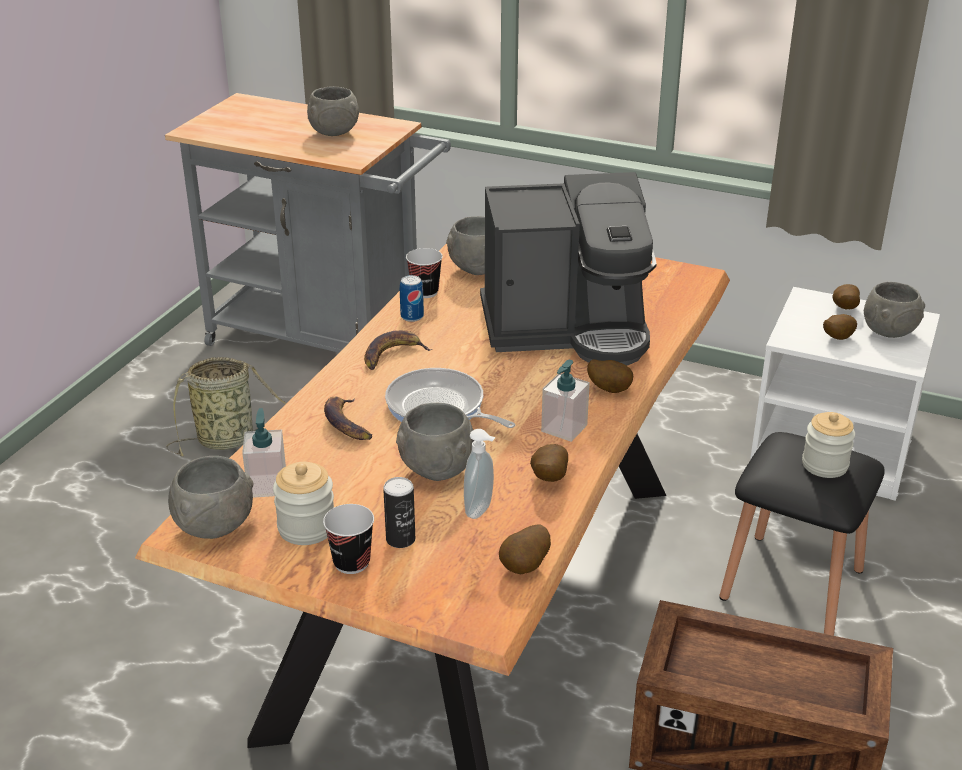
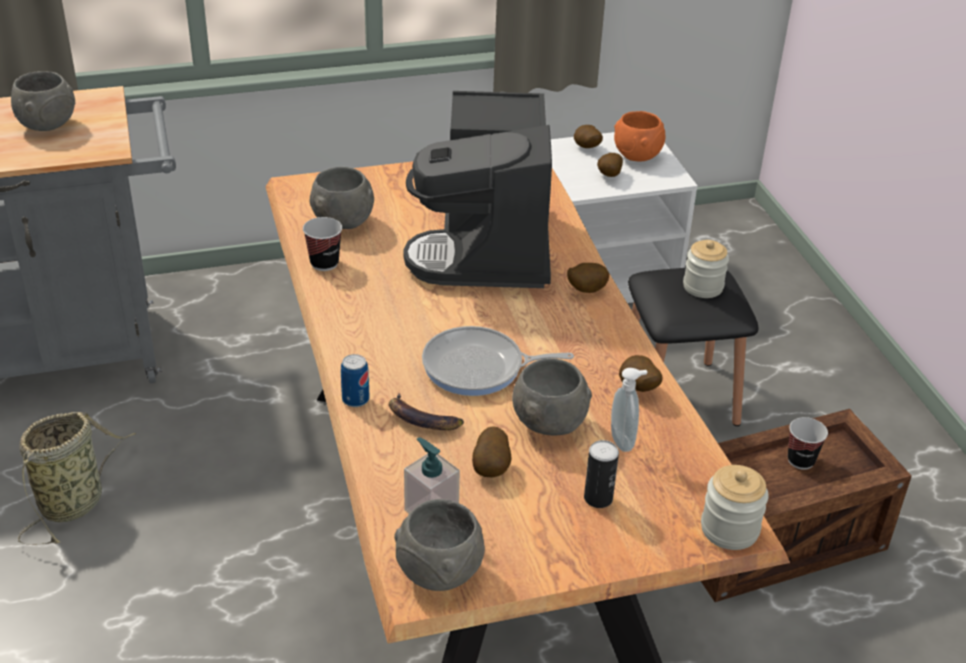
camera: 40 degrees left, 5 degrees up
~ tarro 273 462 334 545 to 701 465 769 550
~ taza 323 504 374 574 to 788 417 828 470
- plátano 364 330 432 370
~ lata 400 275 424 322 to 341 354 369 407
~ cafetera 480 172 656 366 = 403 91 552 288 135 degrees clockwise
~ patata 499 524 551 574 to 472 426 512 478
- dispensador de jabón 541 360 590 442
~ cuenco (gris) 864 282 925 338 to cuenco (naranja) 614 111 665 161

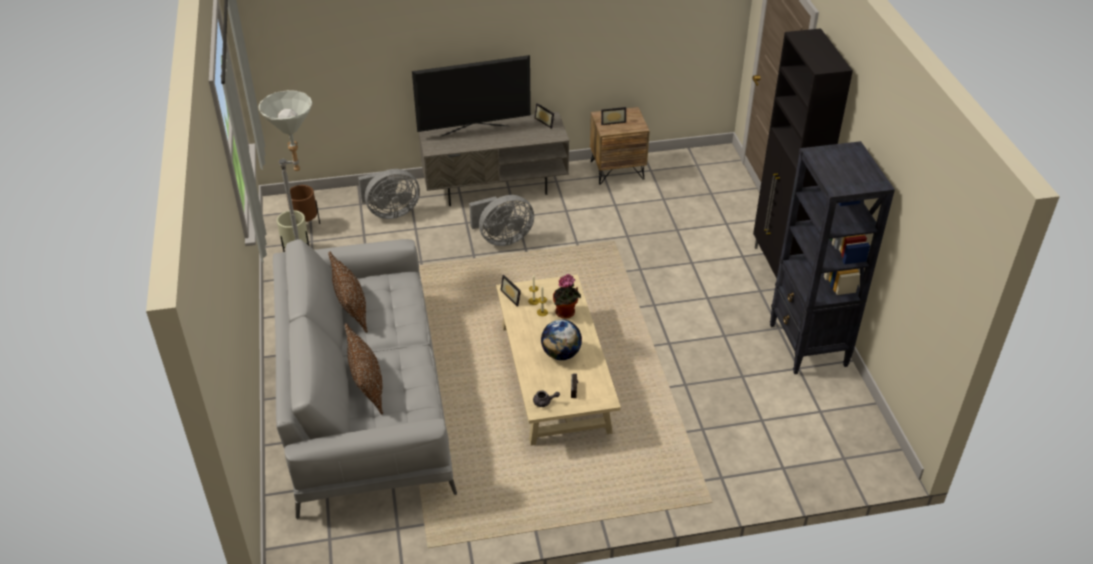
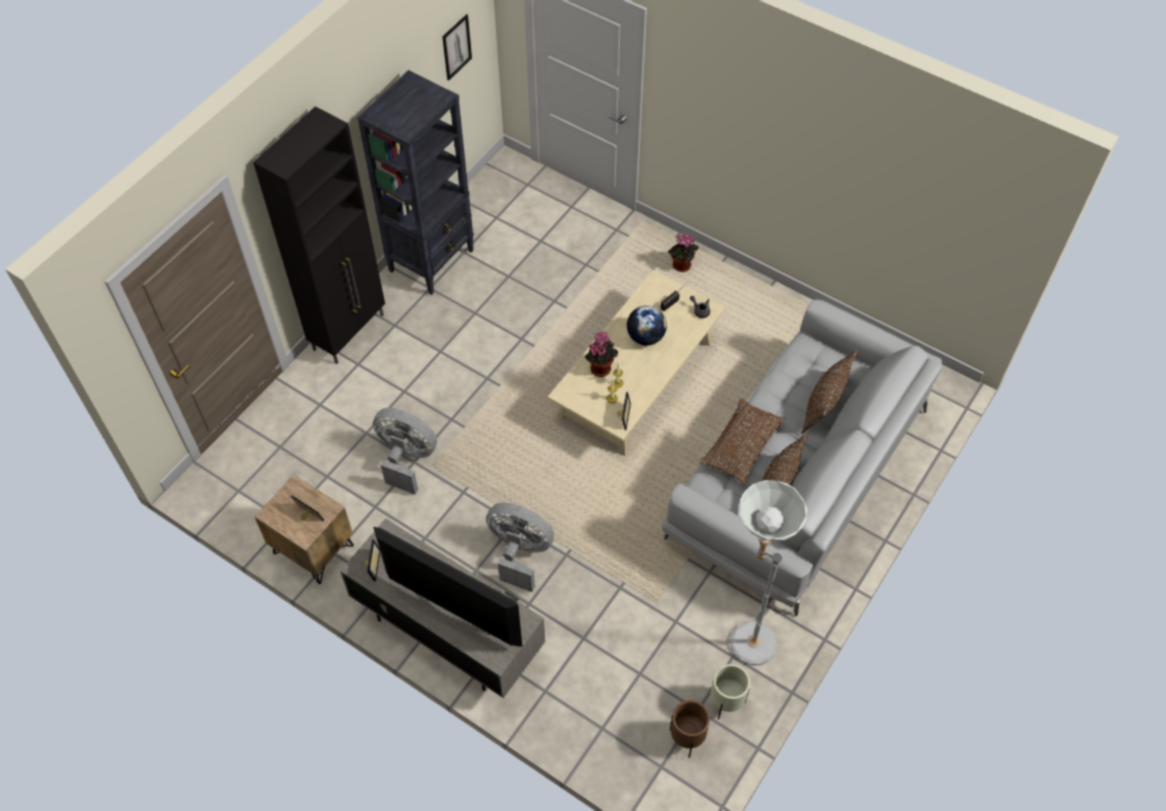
camera: 135 degrees left, 15 degrees up
~ ventilador (gris) 358 169 420 219 to 373 408 437 494
+ cuadro 442 14 472 81
+ planta en maceta 668 234 699 272
+ cojín (marrón) 700 398 784 484

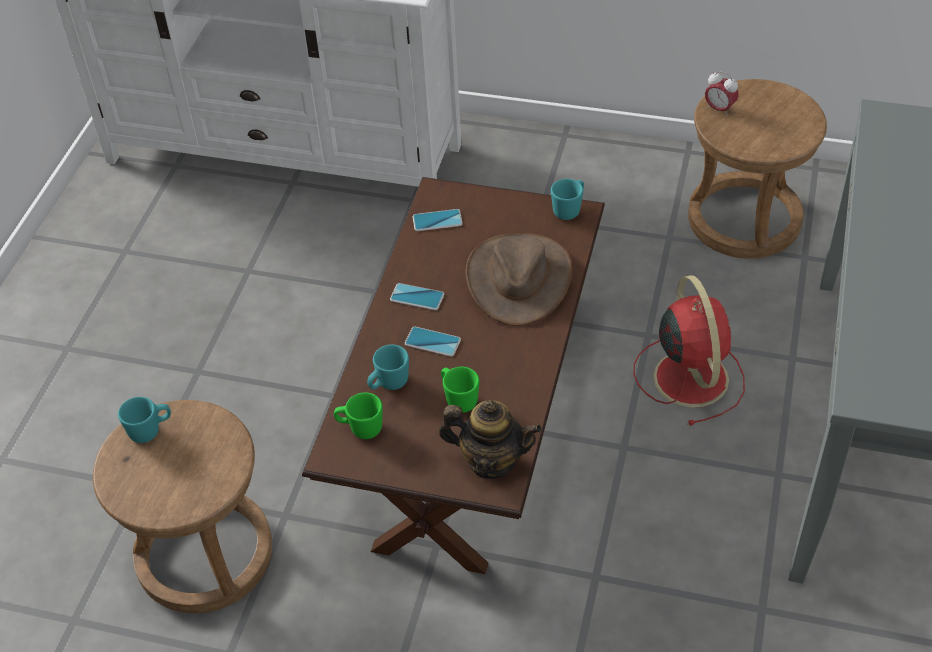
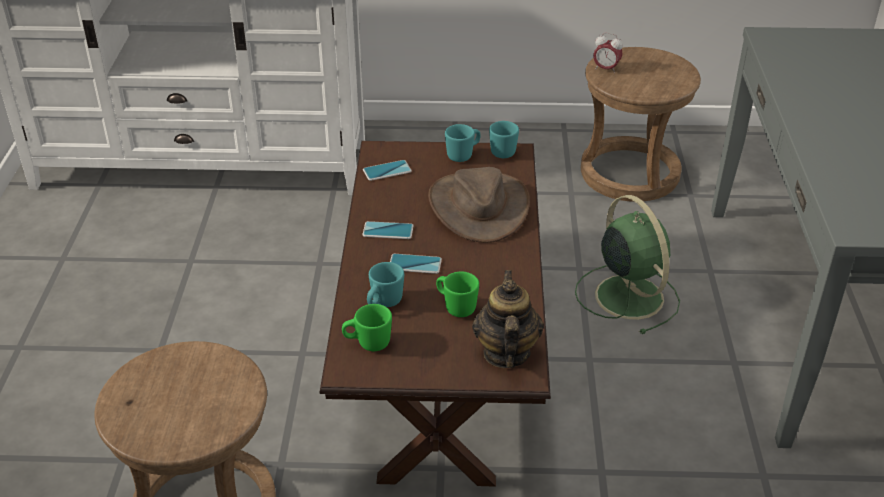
camera: 15 degrees left, 10 degrees down
~ taza grande (turquesa) 118 397 171 443 to 445 124 481 162
~ tetera 439 400 542 479 = 472 270 544 368 90 degrees counterclockwise
~ ventilador (rojo) 633 275 745 426 to ventilador (verde) 575 195 680 334

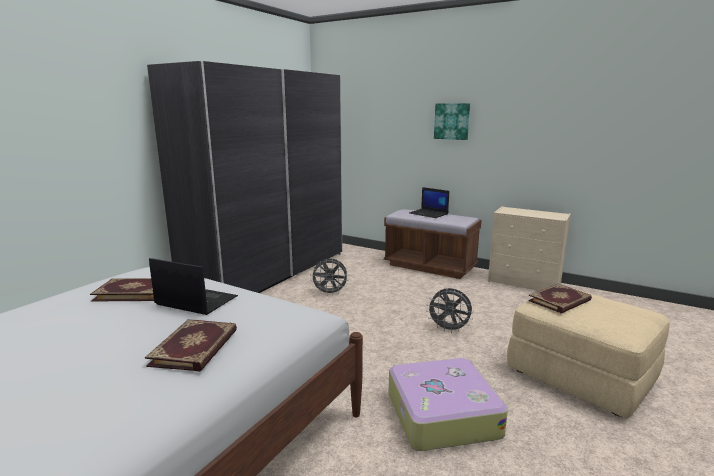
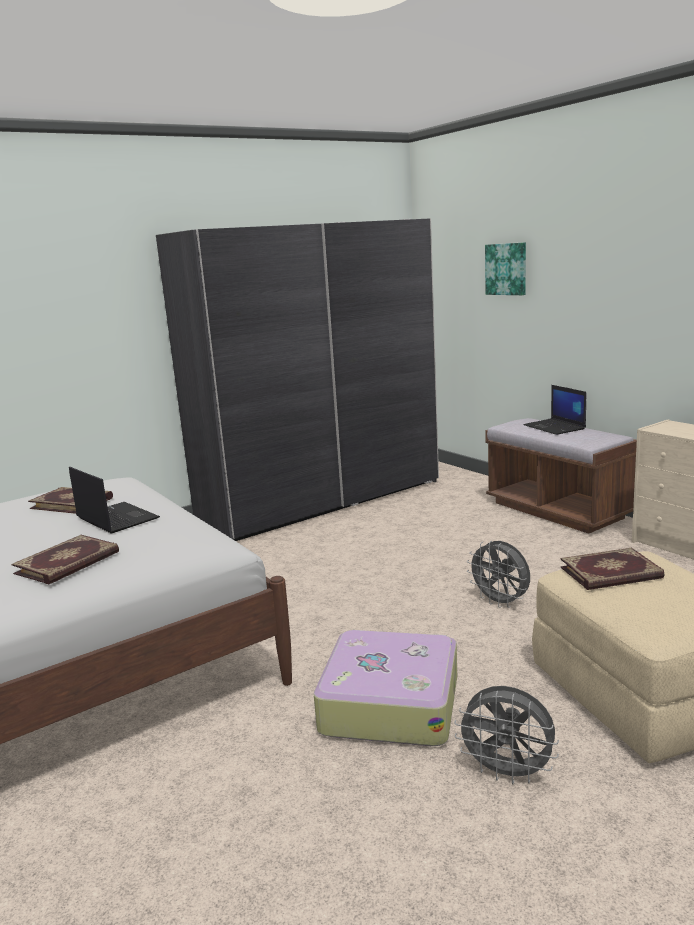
camera: 25 degrees right, 0 degrees up
~ ventilador (gris) 310 259 349 293 to 454 686 559 784
~ cuadro 434 103 470 140 to 485 242 526 295

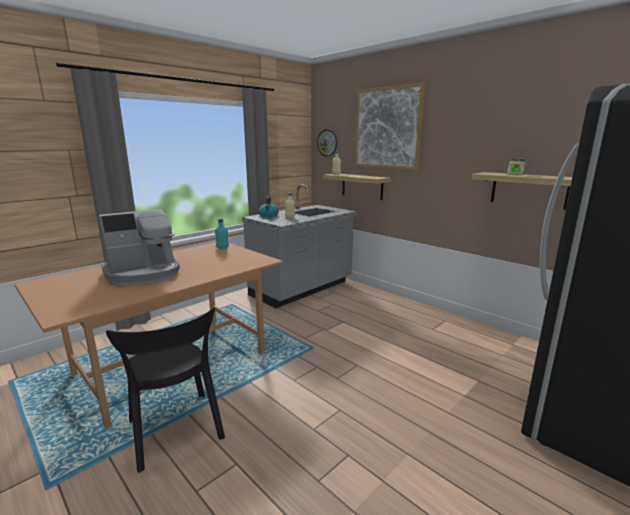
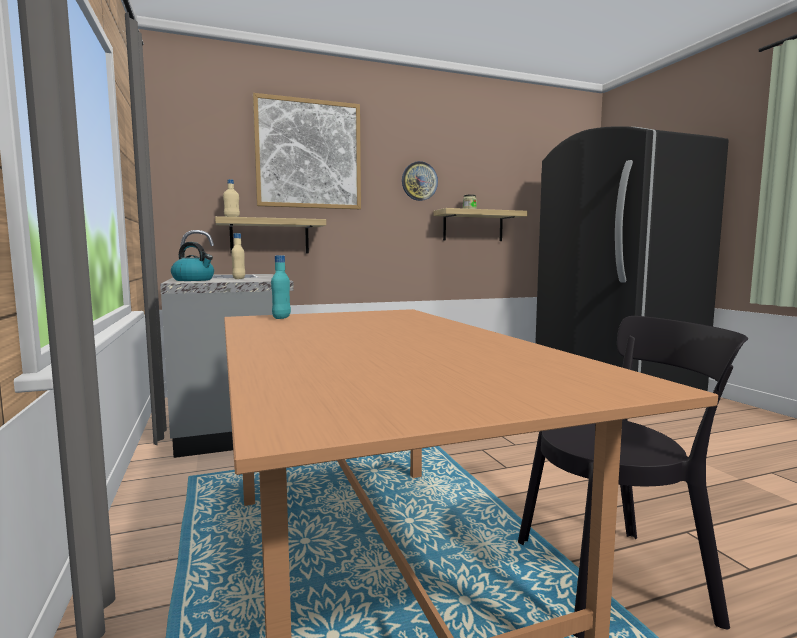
camera: 65 degrees left, 10 degrees down
- cafetera 99 209 180 285
~ reloj de pared 317 129 337 157 to 402 161 438 201

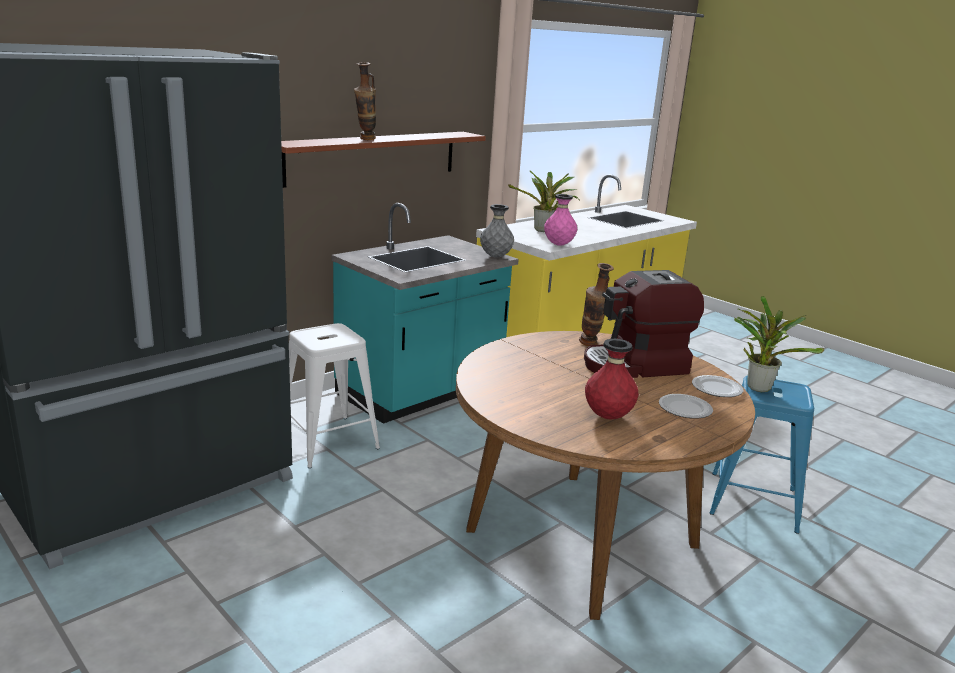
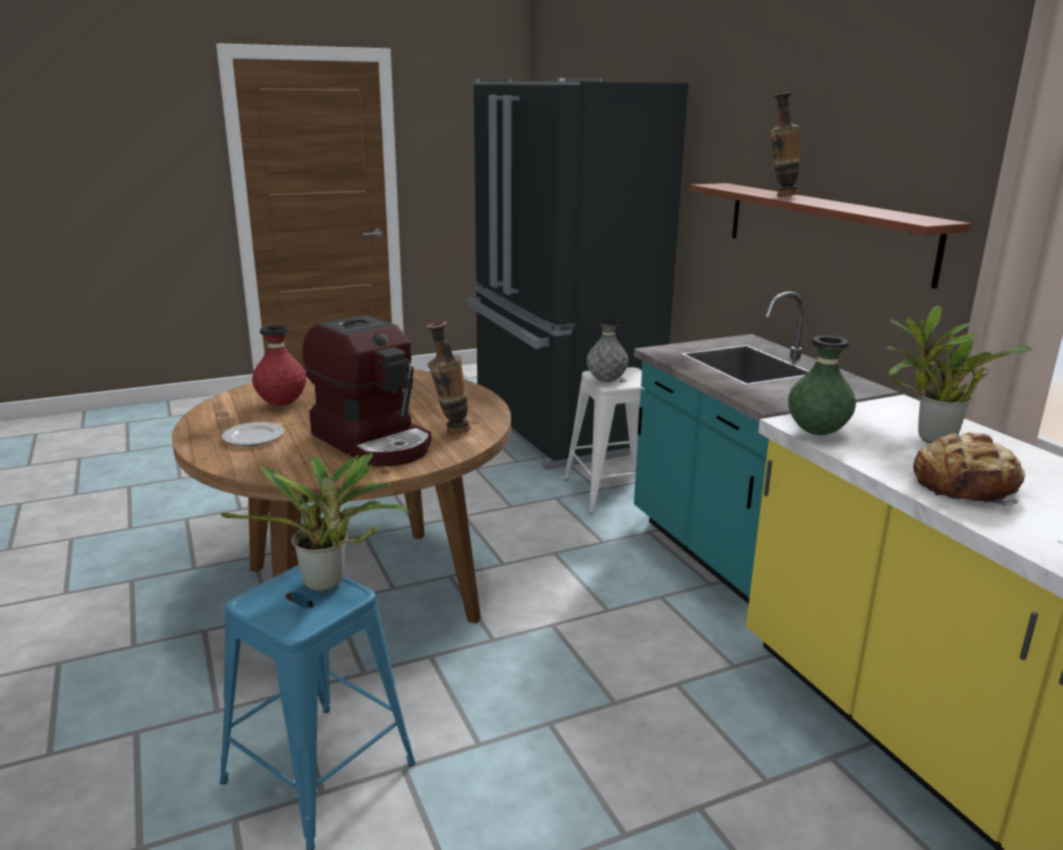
camera: 110 degrees right, 0 degrees up
~ florero (gris) 480 204 514 258 to 586 317 629 382
~ florero (rosa) 544 194 577 246 to florero (verde) 788 336 856 435
~ cafetera 584 270 704 378 = 302 315 431 466 135 degrees clockwise
- plato 692 375 743 397
+ pan 913 432 1025 507

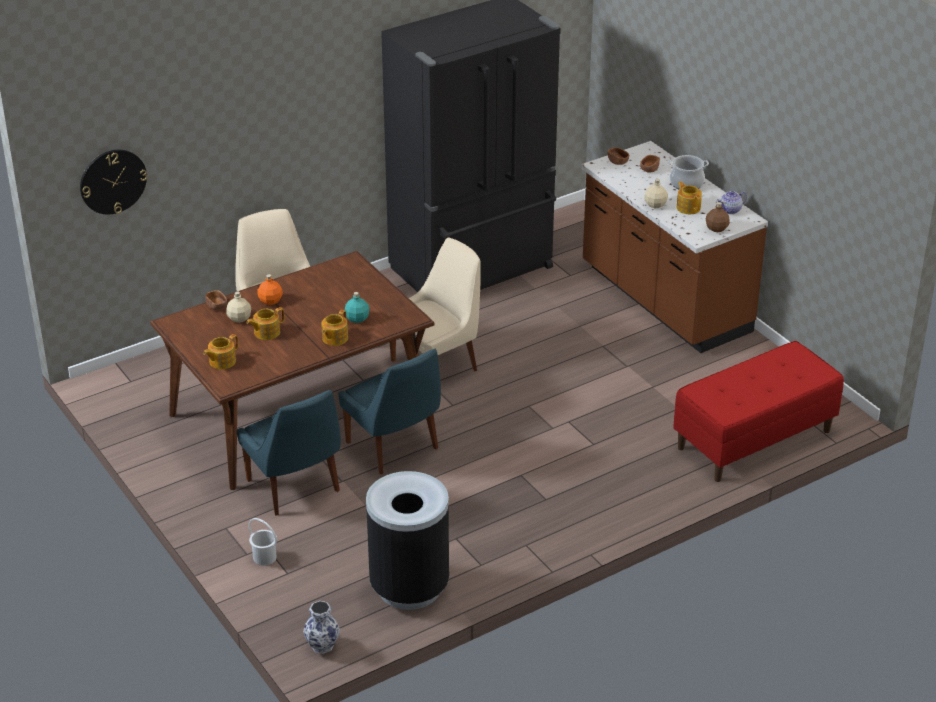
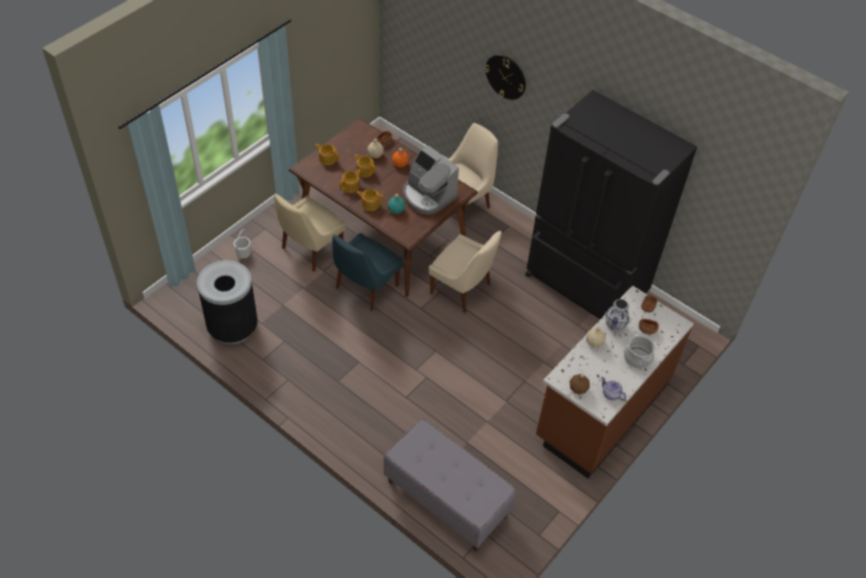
camera: 70 degrees right, 15 degrees up
~ reloj de pared 80 150 147 214 to 485 55 526 100
~ silla (azul) 236 390 341 516 to silla (beis) 274 194 346 272
~ florero 303 601 340 654 to 605 299 630 332
~ banco (rojo) 673 341 844 482 to banco (gris) 383 419 517 551
~ tetera 677 182 702 214 to 340 169 361 193
+ cafetera 403 146 459 214

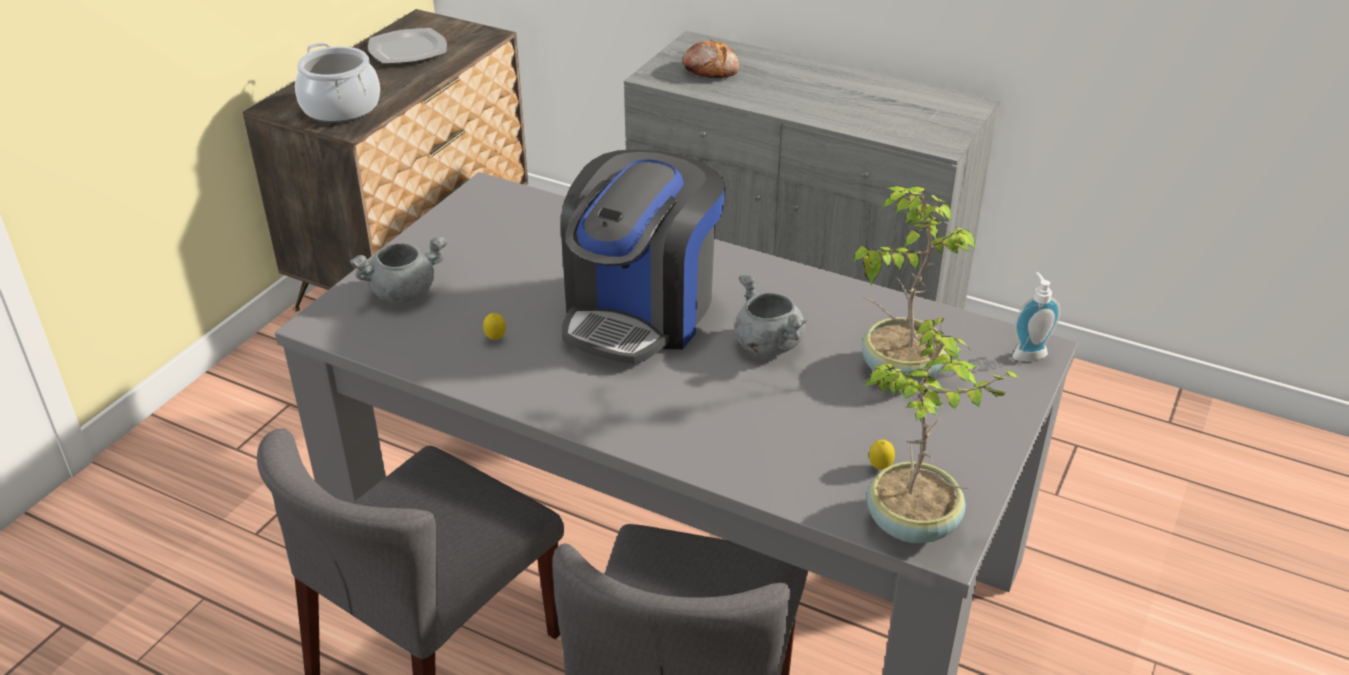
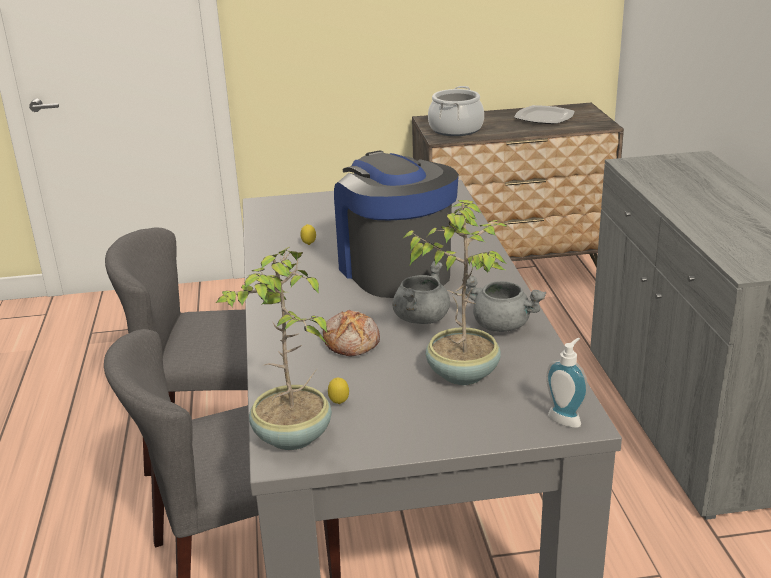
camera: 55 degrees right, 10 degrees down
~ olla (gris) 350 236 447 303 to 462 275 546 332
~ cafetera 561 149 726 364 = 334 150 459 298 75 degrees clockwise
~ pan 683 40 739 78 to 323 310 380 357

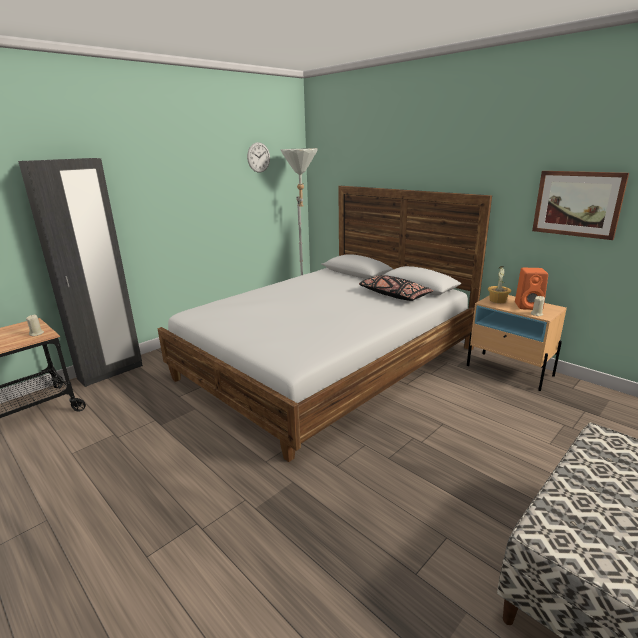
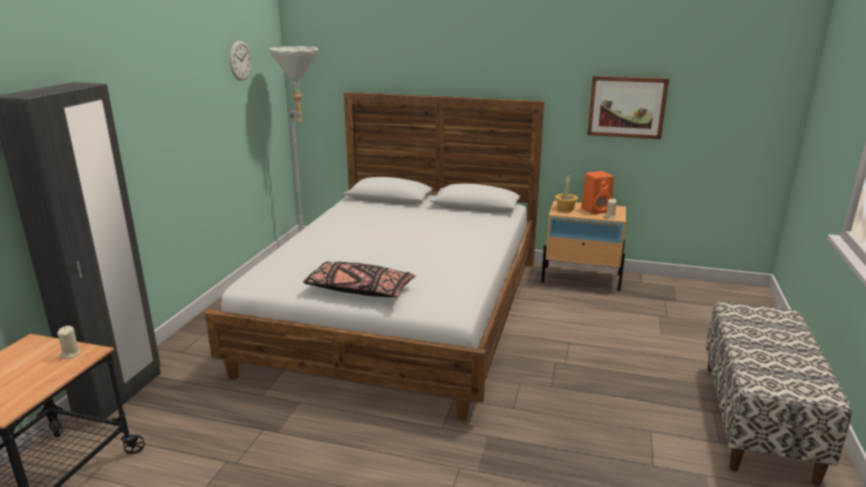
camera: 30 degrees left, 0 degrees up
~ cojín (negro) 359 275 433 301 to 303 261 416 298

